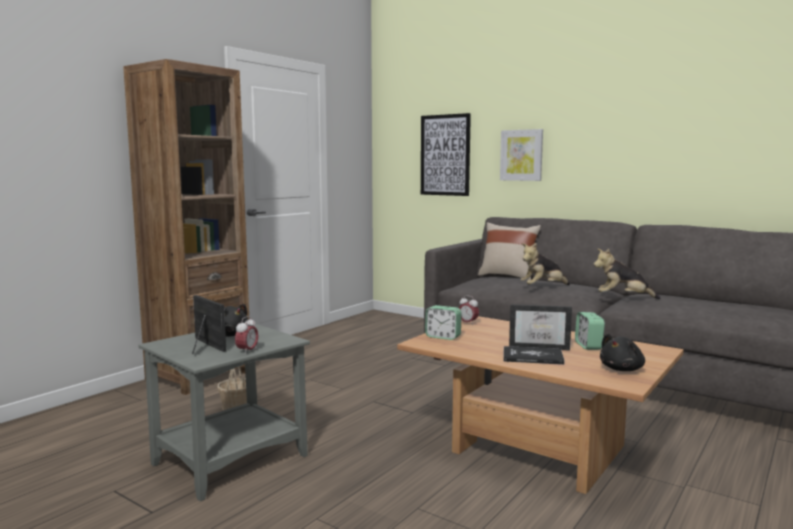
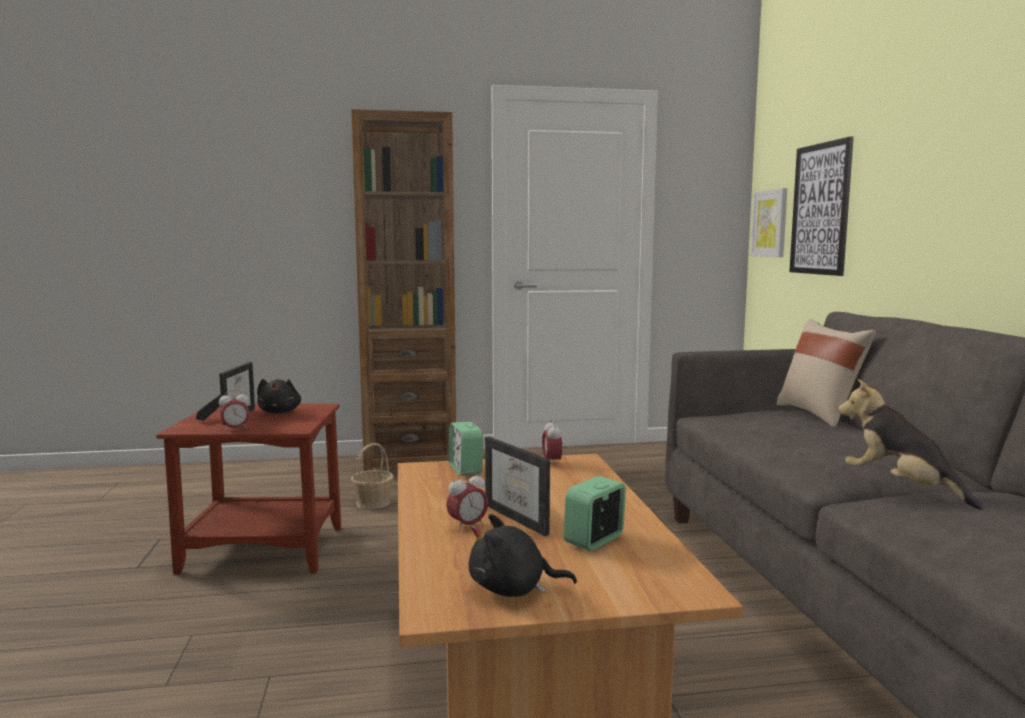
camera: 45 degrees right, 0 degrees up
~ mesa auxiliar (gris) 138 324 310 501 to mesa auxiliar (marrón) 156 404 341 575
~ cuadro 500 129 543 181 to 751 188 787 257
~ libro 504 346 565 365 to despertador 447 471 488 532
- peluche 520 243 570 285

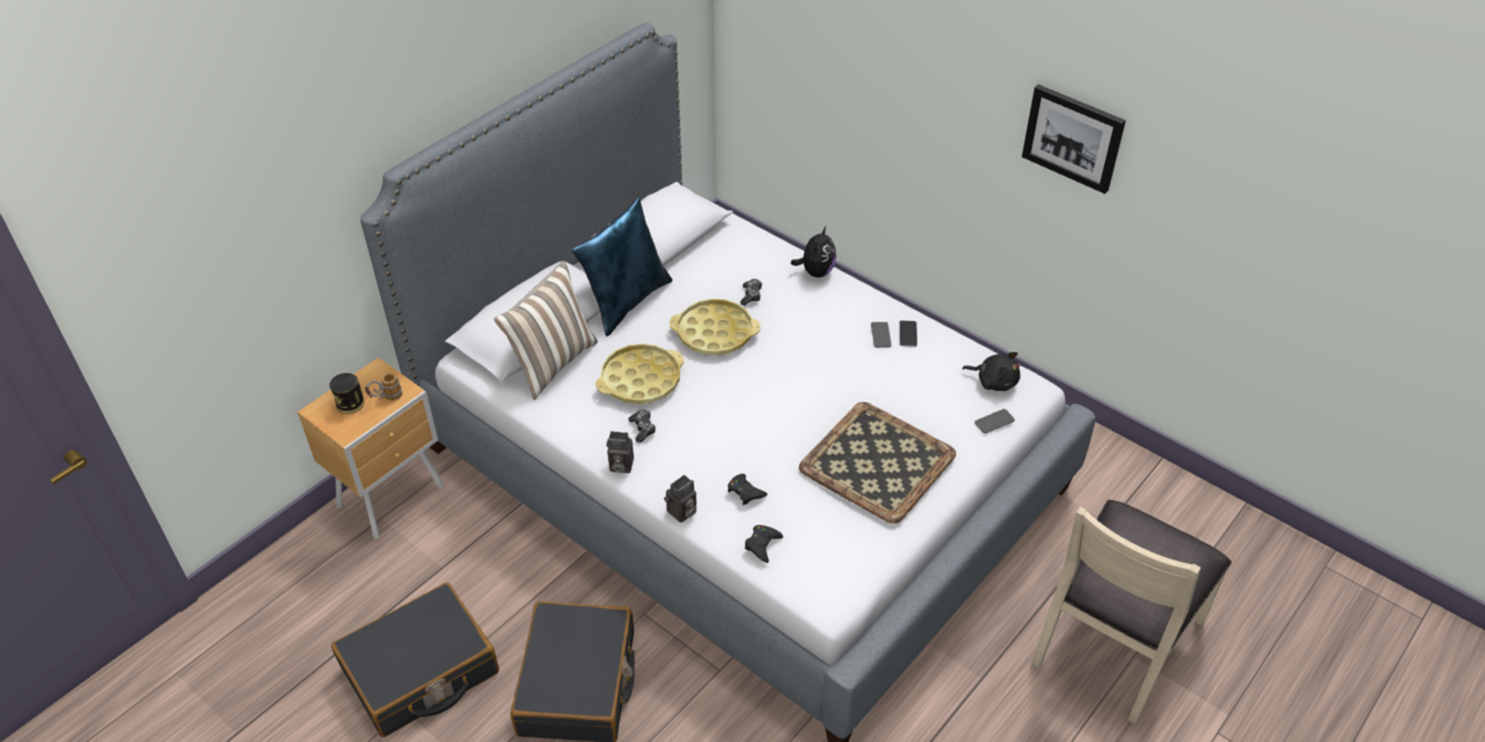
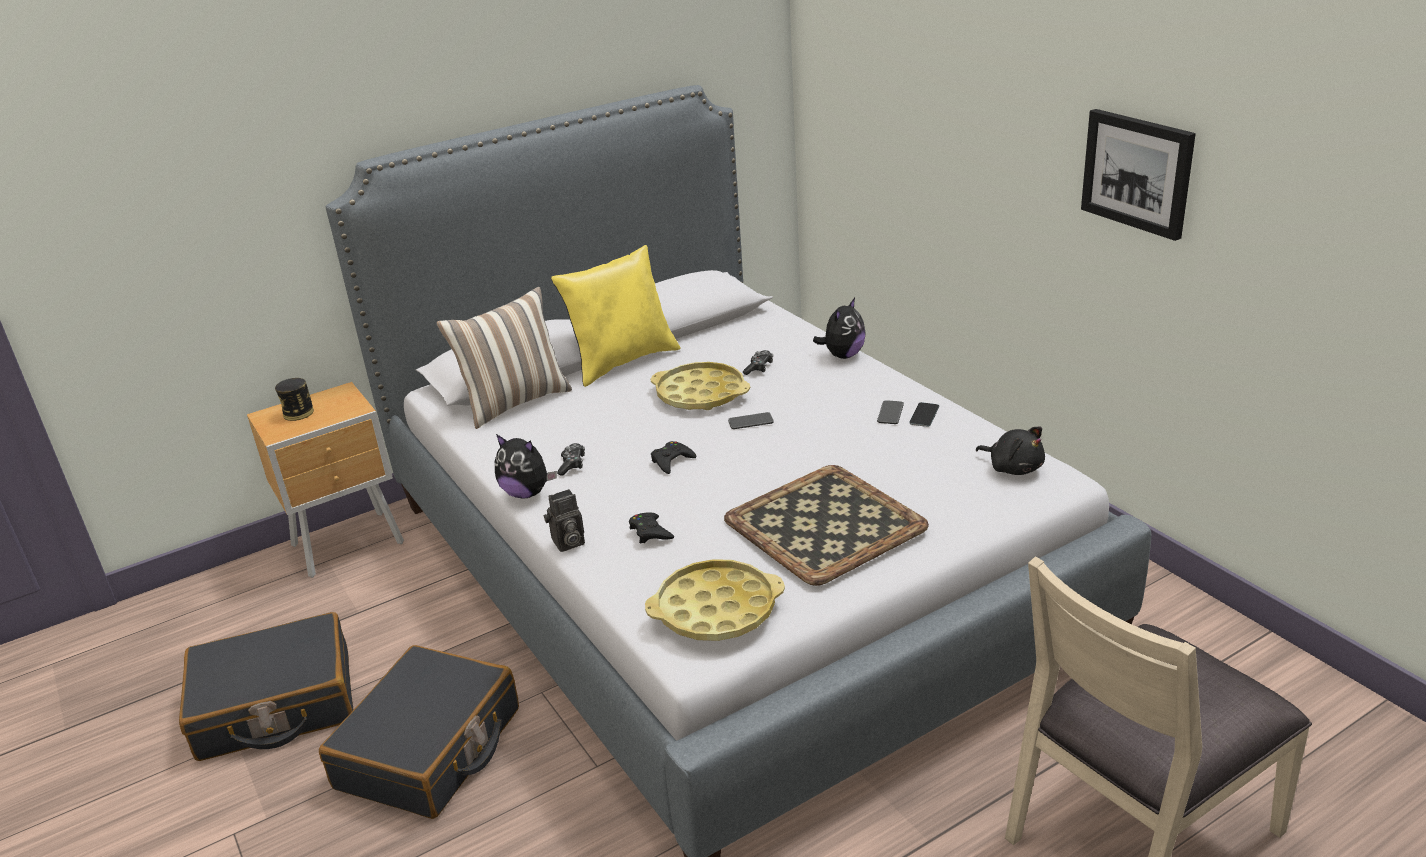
camera: 20 degrees right, 15 degrees down
- taza grande 365 373 402 401
~ cojín (azul) 572 198 673 337 to cojín (amarillo) 551 245 681 387
~ bandeja (amarillo) 596 344 684 404 to 645 559 785 641
~ cámara 607 431 634 473 to peluche 495 434 557 499
~ mando de consola (negro) 745 525 783 563 to 651 441 696 474
~ móvil 975 409 1015 433 to 728 412 774 429

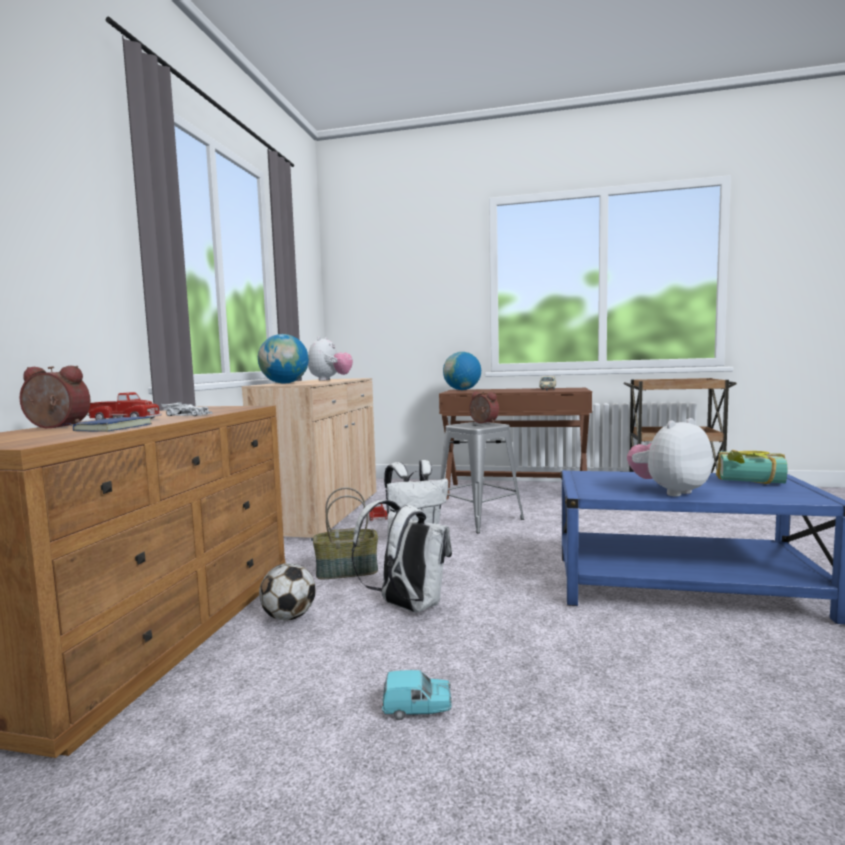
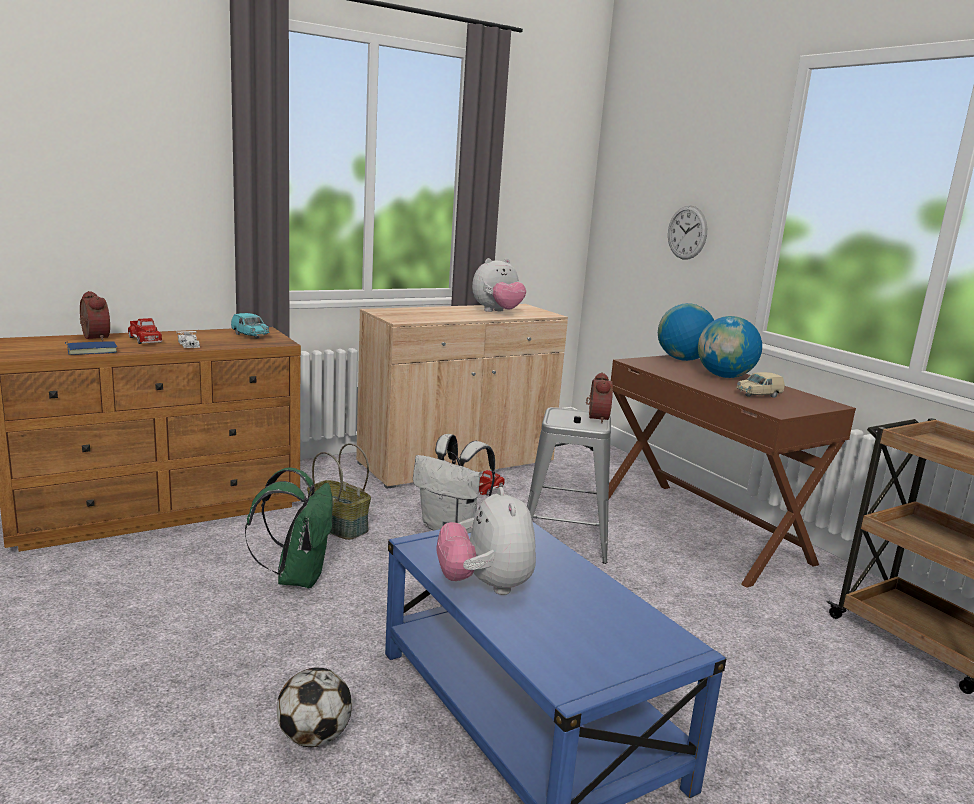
camera: 45 degrees right, 10 degrees up
~ globo terráqueo 258 334 309 384 to 698 316 762 378
~ balón de fútbol 259 563 316 621 to 277 668 352 747
~ mochila (blanco) 351 500 452 612 to mochila (verde) 245 467 333 588
~ coche de juguete (turquesa) 382 670 452 720 to 231 313 270 339
~ peluche 627 418 713 496 = 436 487 536 595 120 degrees counterclockwise
- libro 716 450 787 484
+ reloj de pared 668 205 707 259

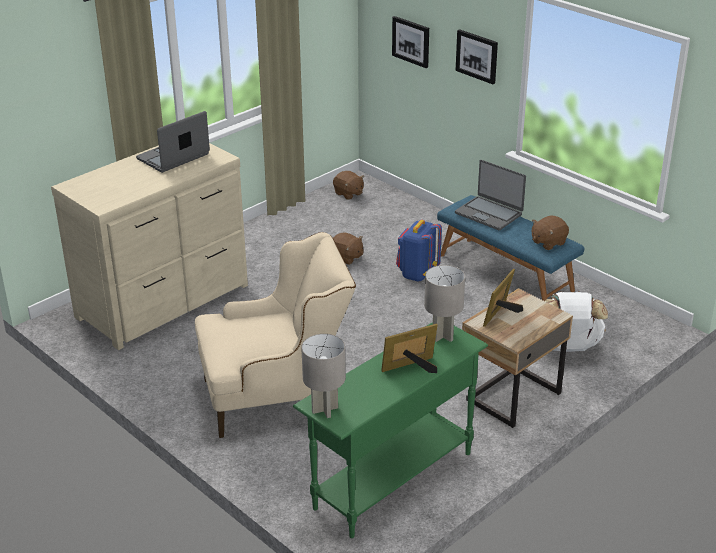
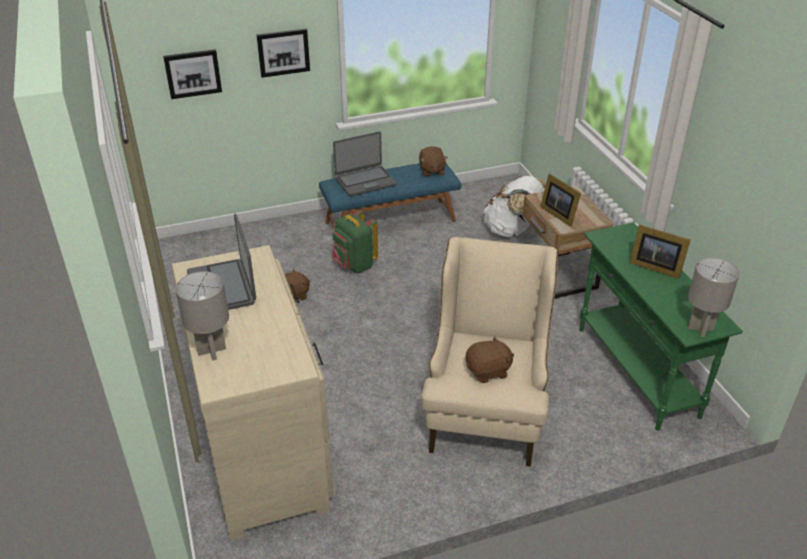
camera: 65 degrees left, 5 degrees up
~ peluche (marrón) 333 171 364 200 to 465 336 514 383
~ portarretratos 381 324 438 373 = 630 225 690 279 60 degrees counterclockwise
~ mochila (azul) 396 220 442 281 to mochila (verde) 333 210 378 273
~ lámpara de mesa (gris) 424 265 465 342 to 175 271 229 361

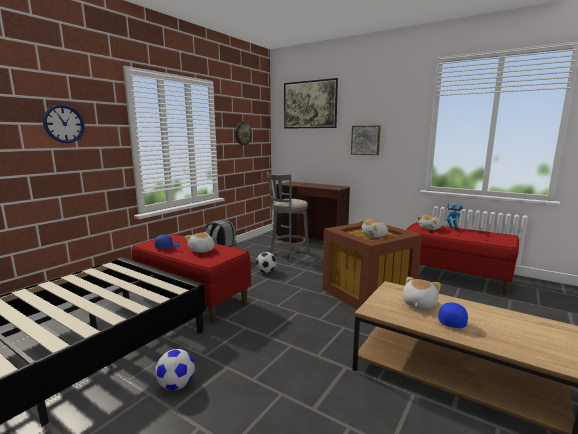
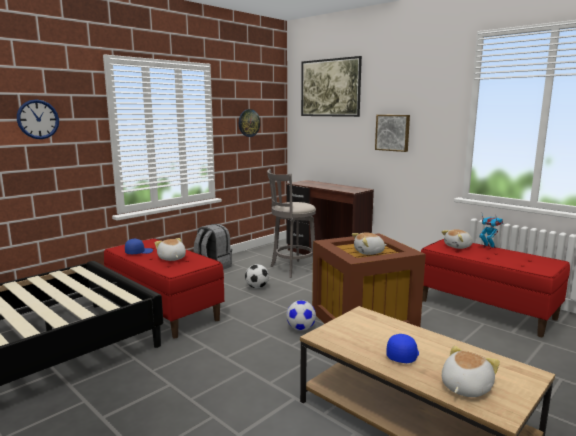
camera: 10 degrees right, 0 degrees up
~ balón de fútbol 155 349 195 390 to 286 300 316 331
~ peluche 402 277 441 309 to 442 346 500 397

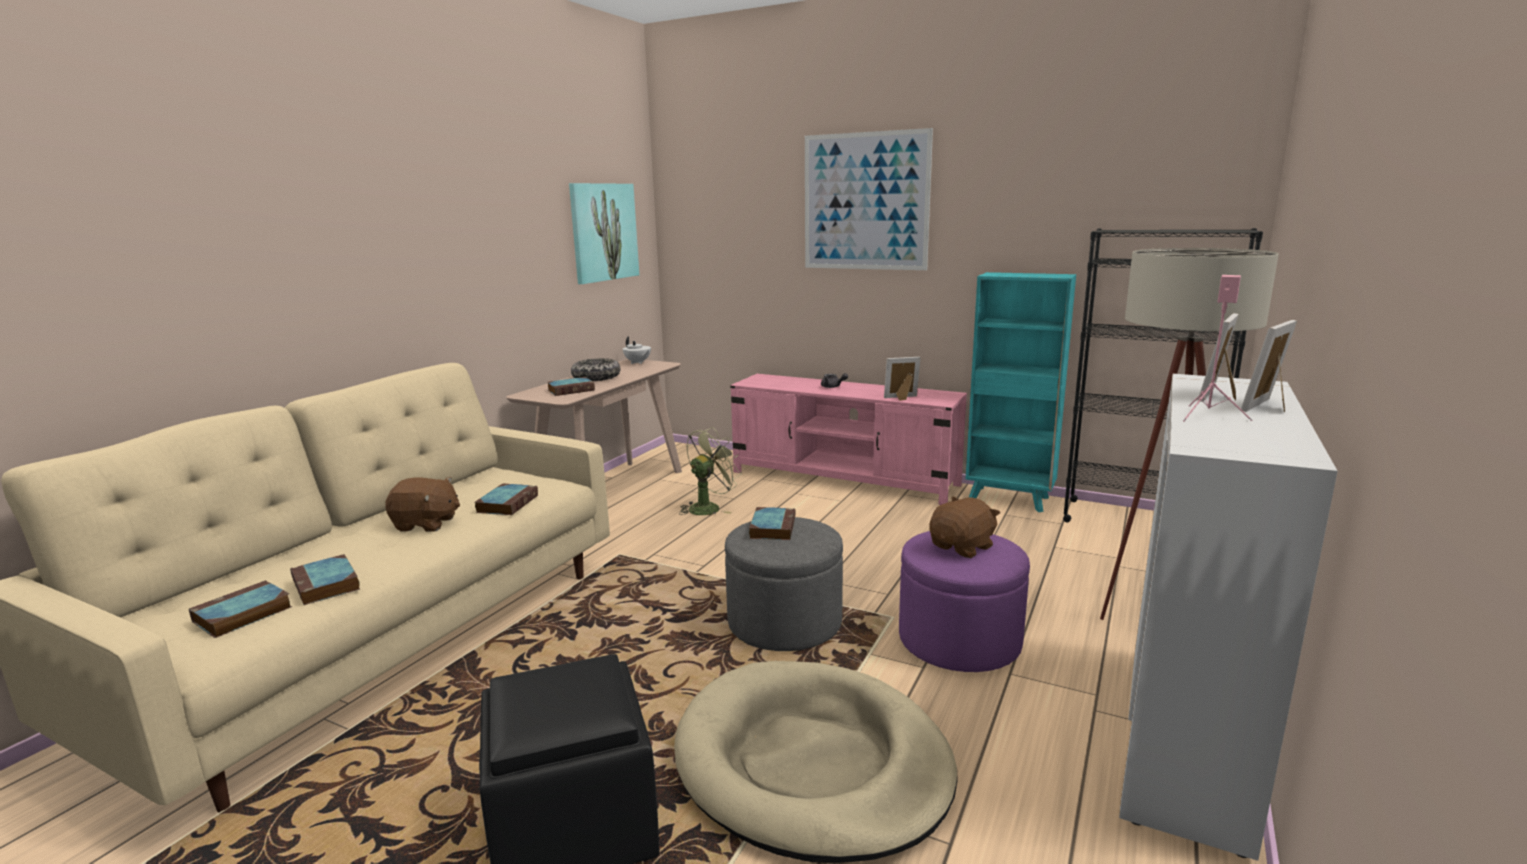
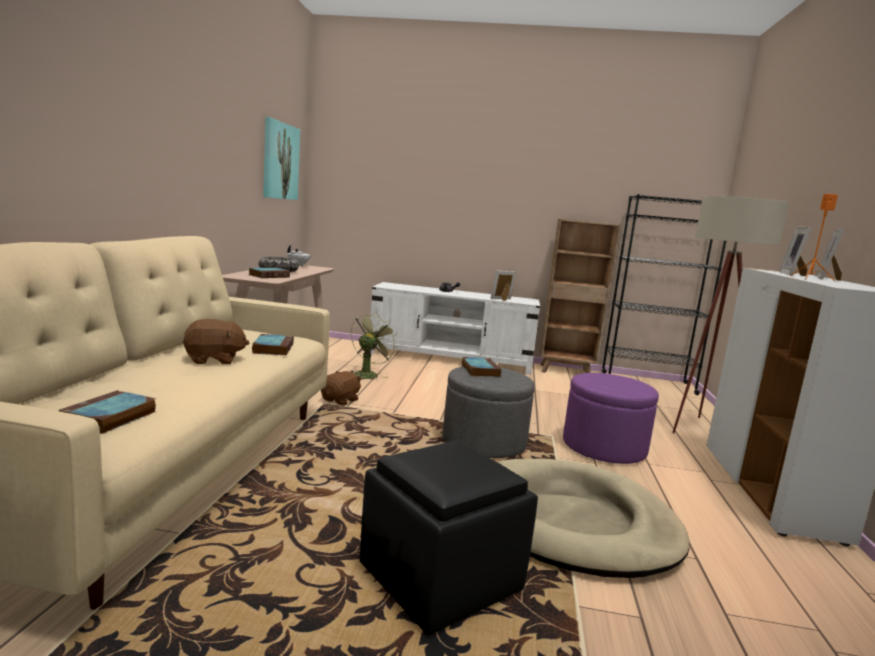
camera: 20 degrees left, 5 degrees down
- libro 290 554 360 605
~ mueble de televisión (rosa) 730 374 967 505 to mueble de televisión (blanco) 369 282 540 375
- cuadro 805 128 933 270
~ peluche (marrón) 930 496 1000 558 to 321 371 362 406
~ estantería (turquesa) 966 272 1076 512 to estantería (marrón) 540 219 620 373
~ altavoz (rosa) 1183 275 1252 421 to altavoz (naranja) 791 194 838 282

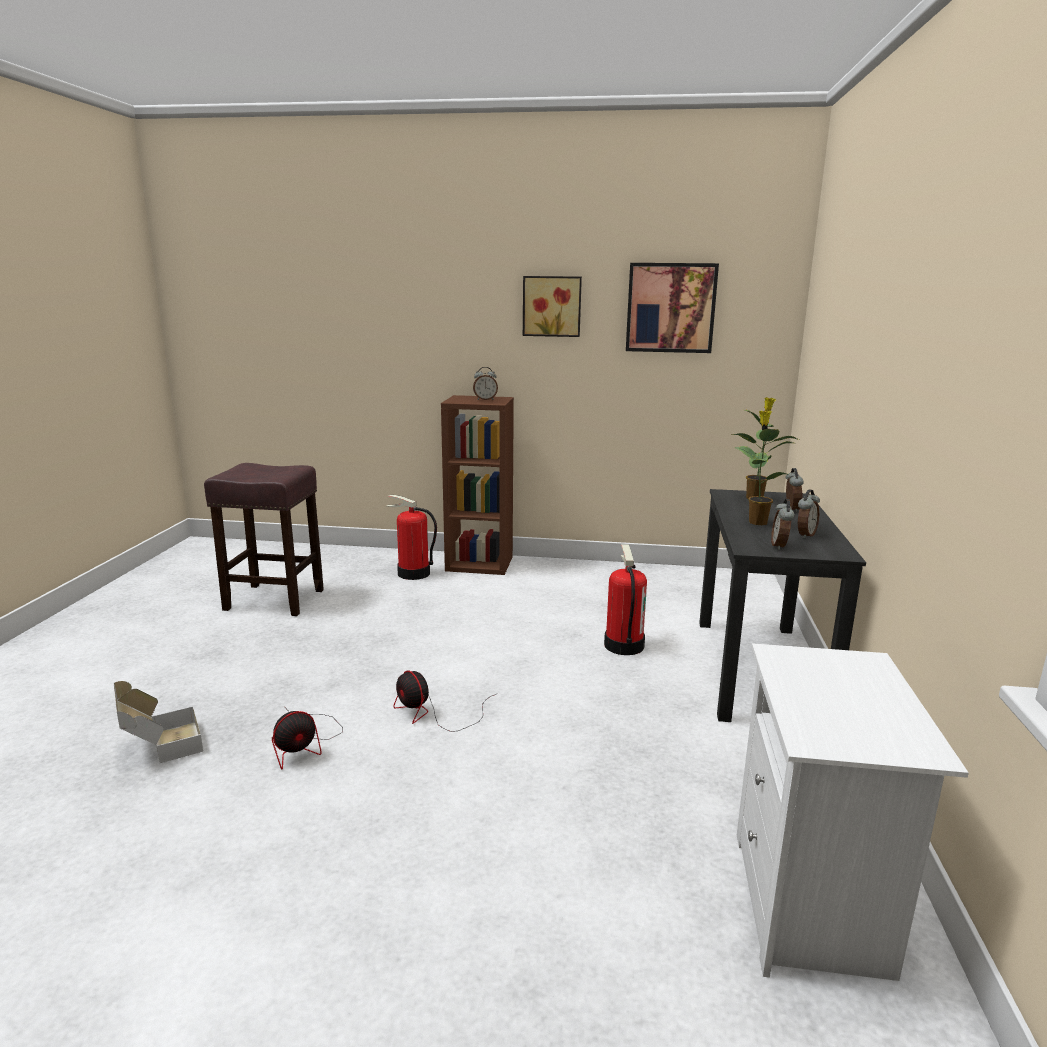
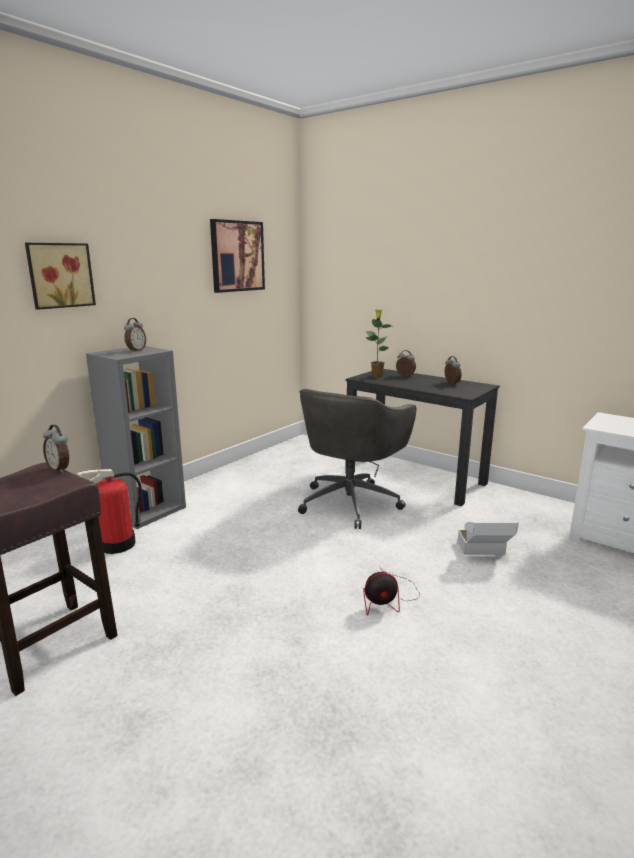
camera: 60 degrees left, 0 degrees up
~ caja de cartón 114 681 203 763 to 458 522 519 555
- ventilador 272 706 343 769
~ estantería (marrón) 441 395 514 575 to estantería (gris) 86 346 186 529
~ cuadro 523 276 582 337 to 25 243 96 310
~ extintor 604 544 647 655 to silla de oficina (gris) 298 389 416 529
- planta en maceta 735 410 799 525
~ despertador 771 499 795 550 to 43 425 69 473

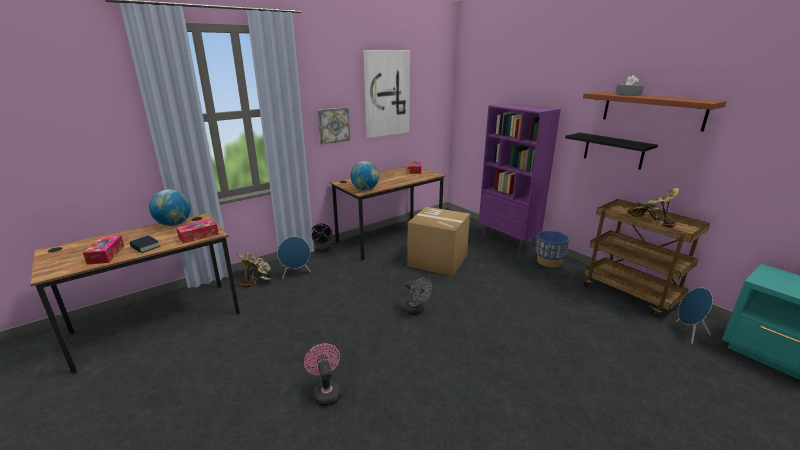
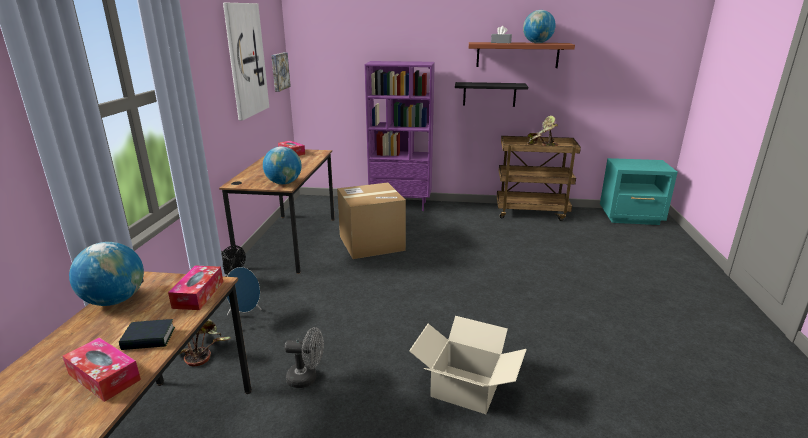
camera: 45 degrees left, 0 degrees up
~ ventilador (rosa) 304 343 341 406 to caja de cartón 409 316 527 414
~ cuadro 317 107 350 144 to 271 52 291 92
~ ventilador (gris) 403 278 432 315 to 284 327 324 388
- maceta (azul) 536 230 570 268
- altavoz (azul) 676 288 713 344
+ globo terráqueo 523 10 556 43

